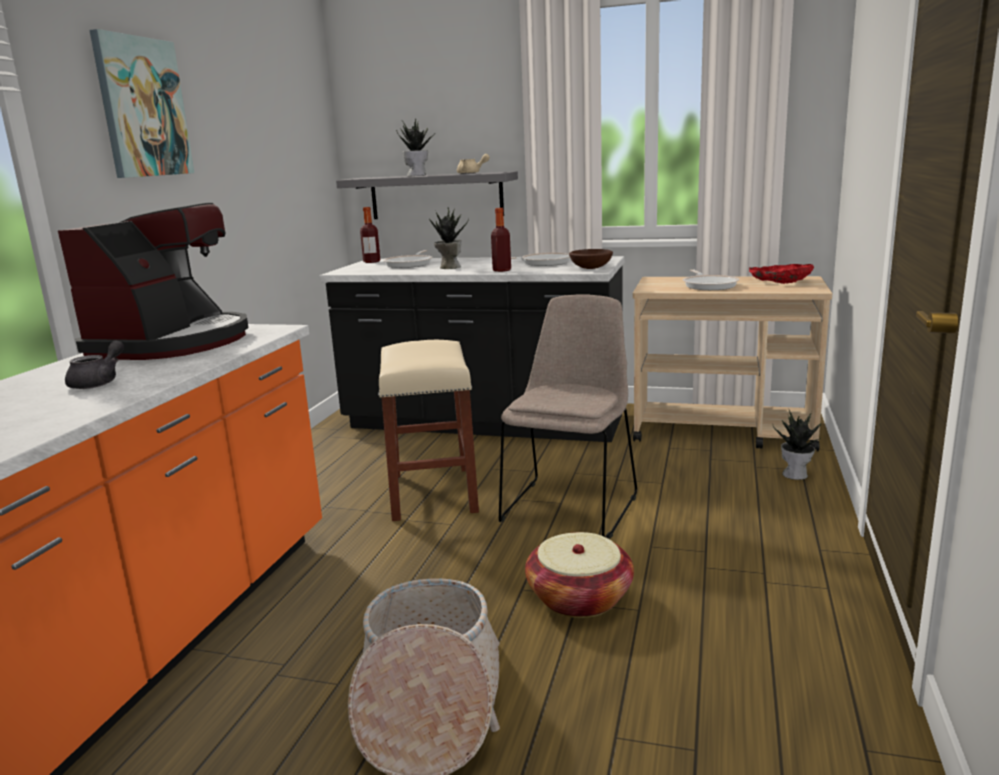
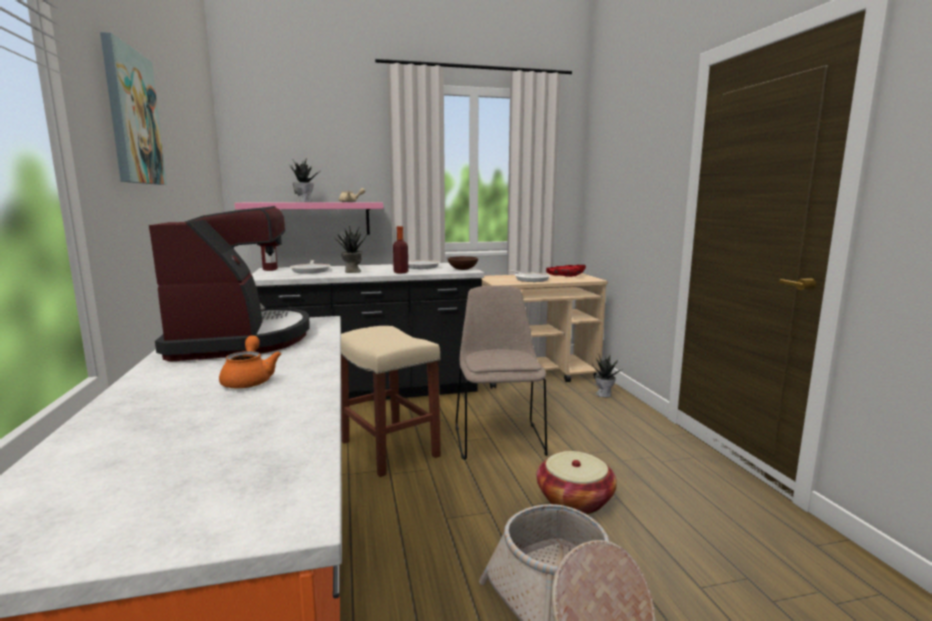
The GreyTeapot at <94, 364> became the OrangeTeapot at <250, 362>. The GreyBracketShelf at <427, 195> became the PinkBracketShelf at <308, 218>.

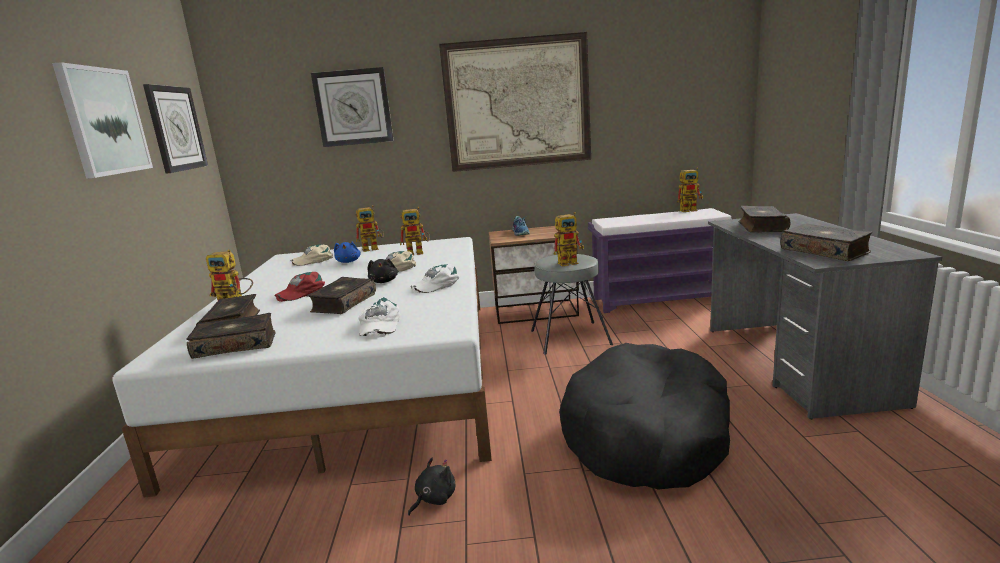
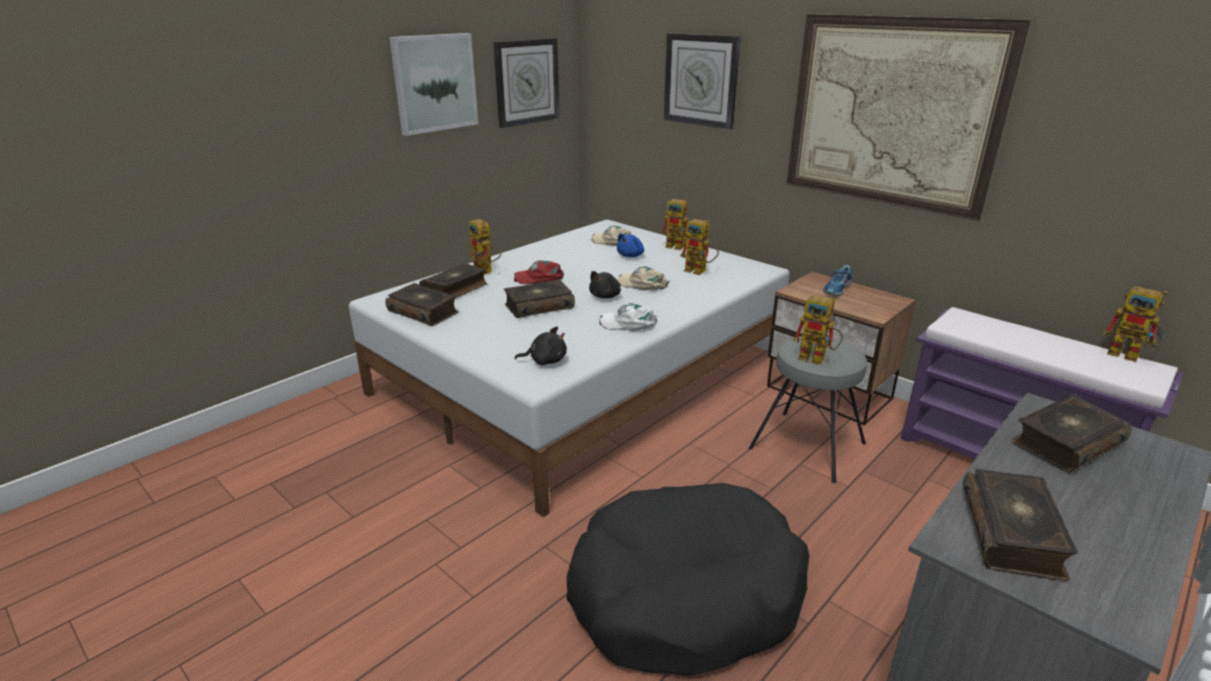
The WhiteCap at <379, 317> disappeared. The BlackColouredSoftToy moved from <431, 487> to <541, 345>.

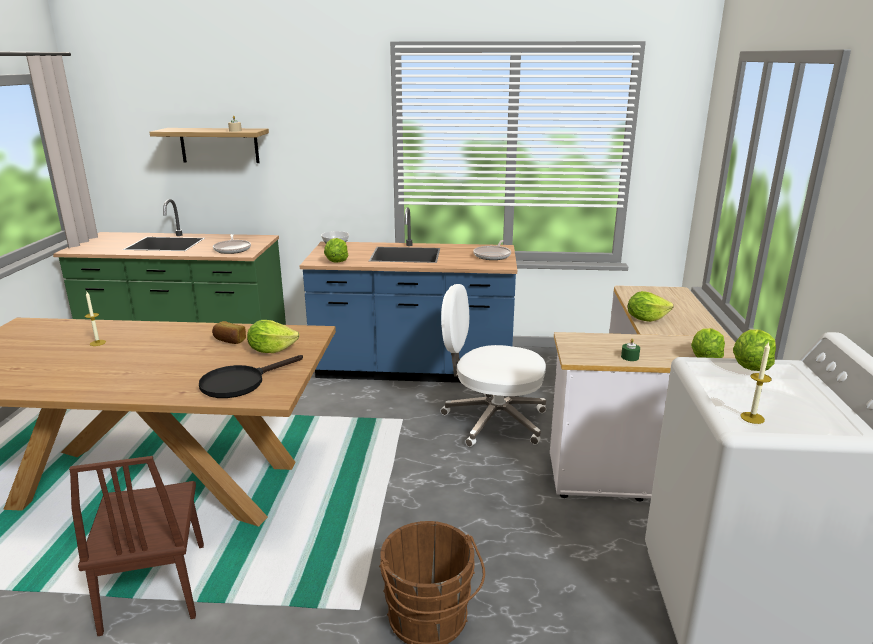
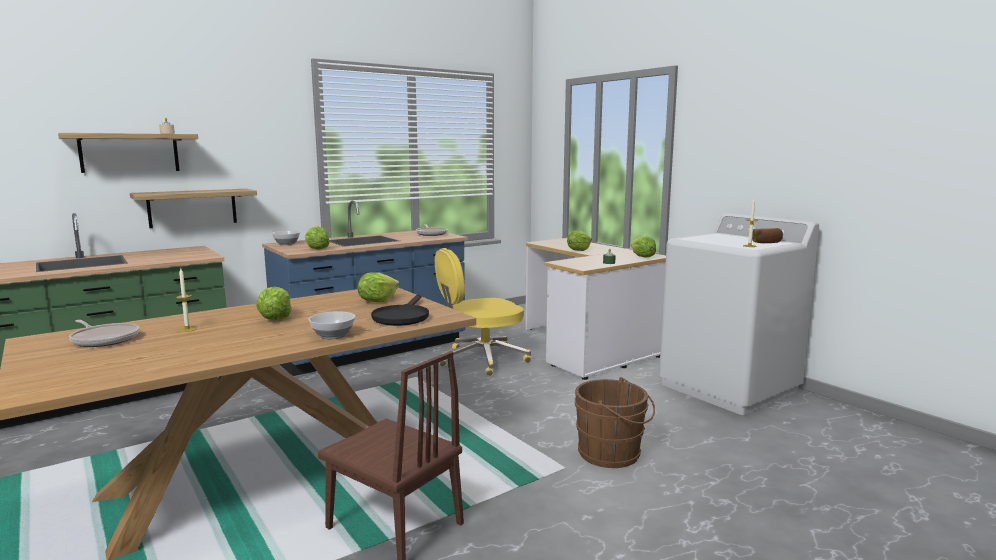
The BracketShelf at <193, 208> appeared. The ServingBowl at <331, 325> appeared. The Bread moved from <229, 332> to <767, 235>. The Pan moved from <232, 244> to <104, 333>. The Lettuce moved from <754, 350> to <274, 303>. The WhiteComputerChair at <493, 365> became the YellowColouredComputerChair at <483, 312>.

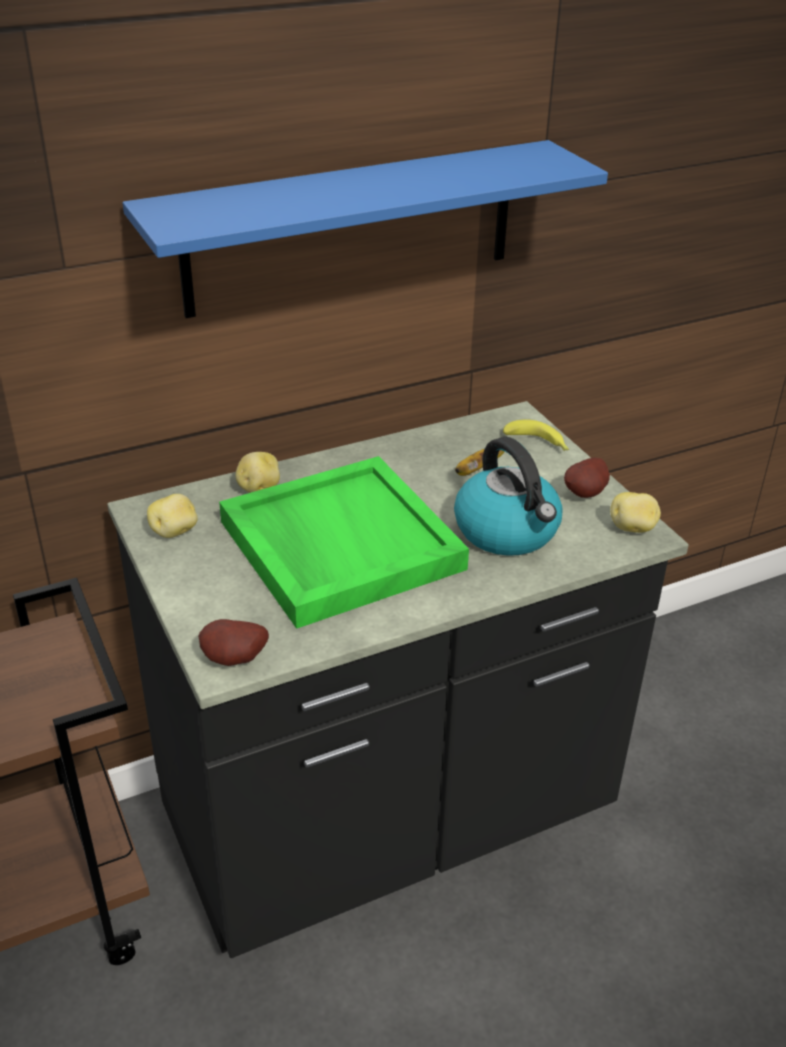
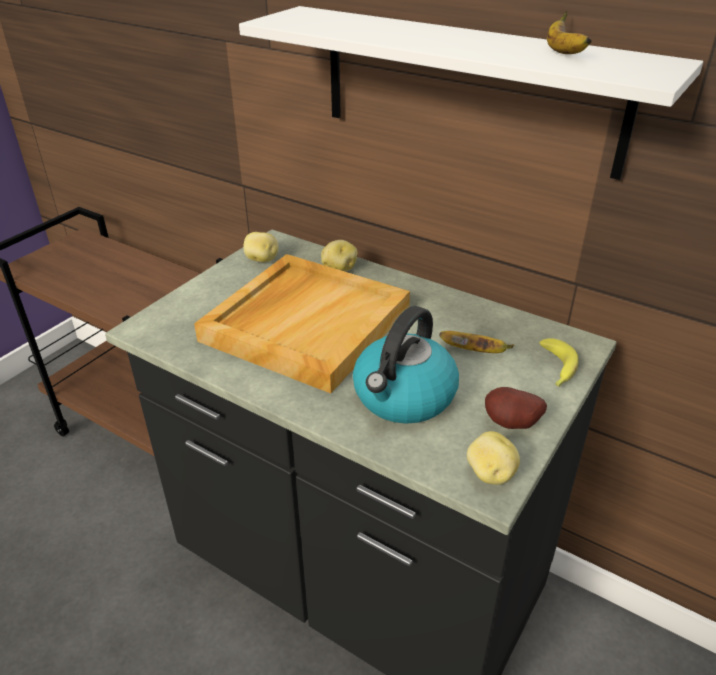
The Spud at <233, 642> disappeared. The WholeBanana at <569, 32> appeared. The BlueColouredBracketShelf at <365, 229> became the WhiteBracketShelf at <471, 93>. The GreenTray at <344, 542> became the BeigeTray at <302, 323>.

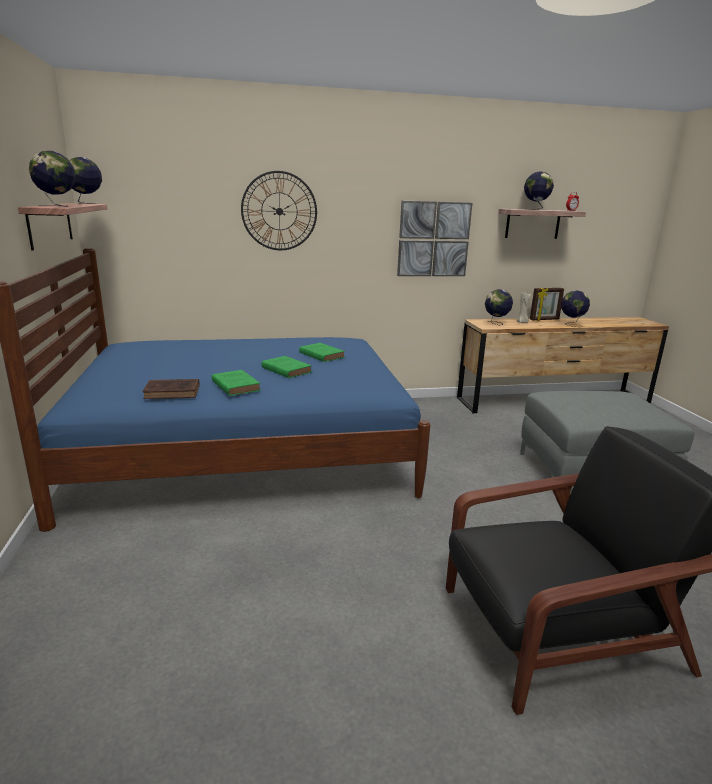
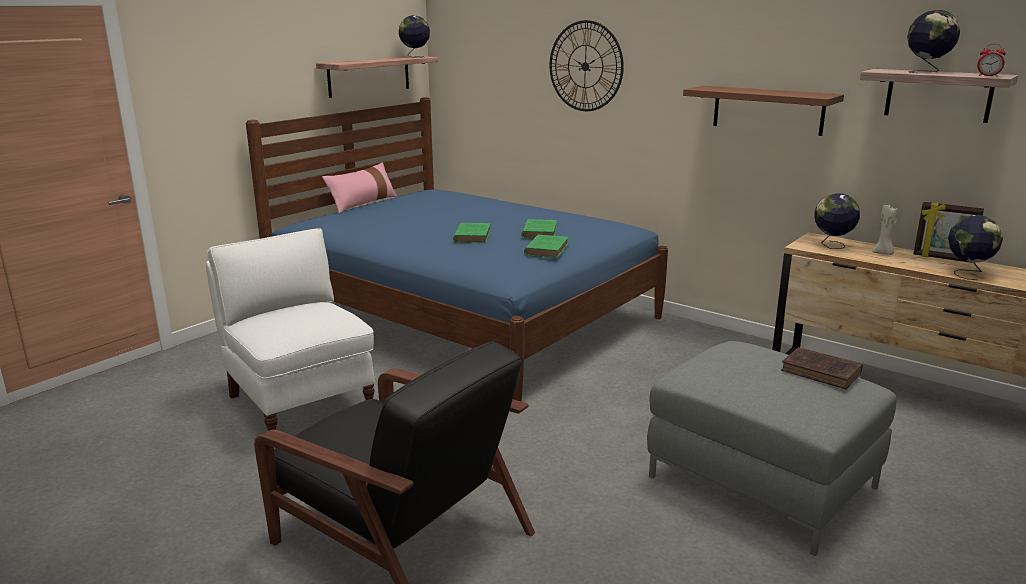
The DeskGlobe at <52, 179> disappeared. The WhiteEasyChair at <290, 330> appeared. The PinkThrowPillow at <359, 187> appeared. The BrownBook moved from <171, 389> to <822, 368>. The GreenBook moved from <236, 383> to <546, 246>. The WallArt at <434, 238> was replaced by the BrownBracketShelf at <763, 111>.

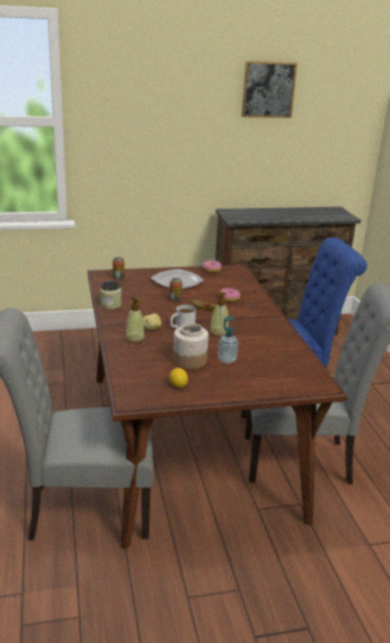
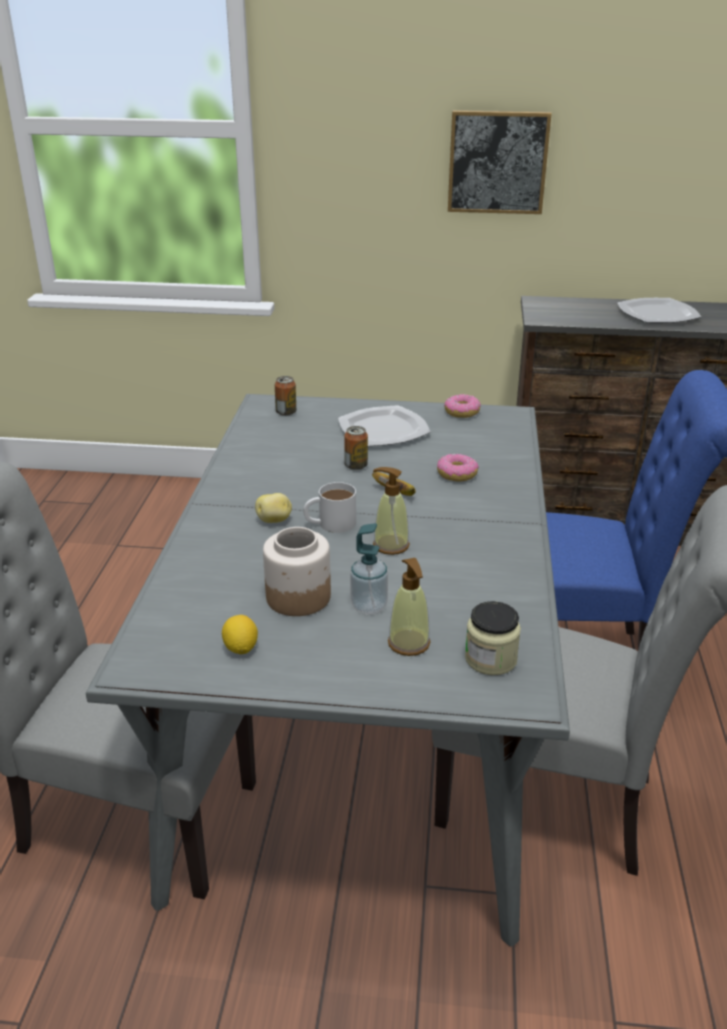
The Plate at <659, 310> appeared. The PreserveJar moved from <111, 295> to <493, 638>. The SoapBottle moved from <135, 320> to <409, 607>. The WallArt moved from <269, 89> to <500, 162>. The BrownDiningTable at <217, 407> became the GreyDiningTable at <328, 670>.

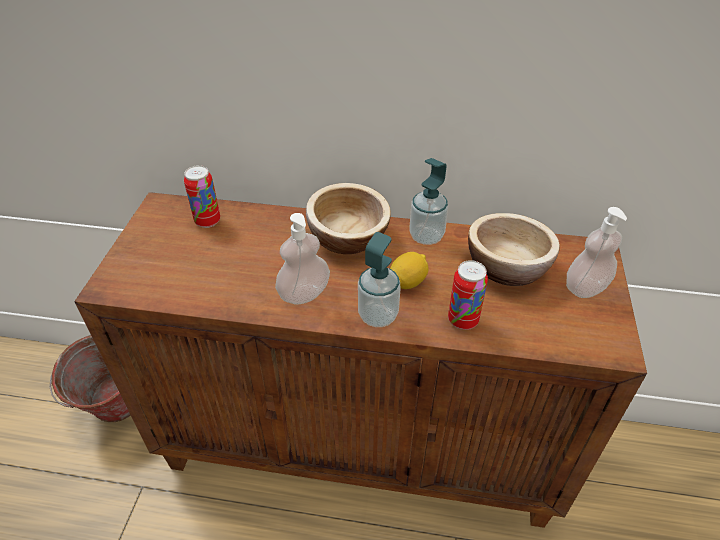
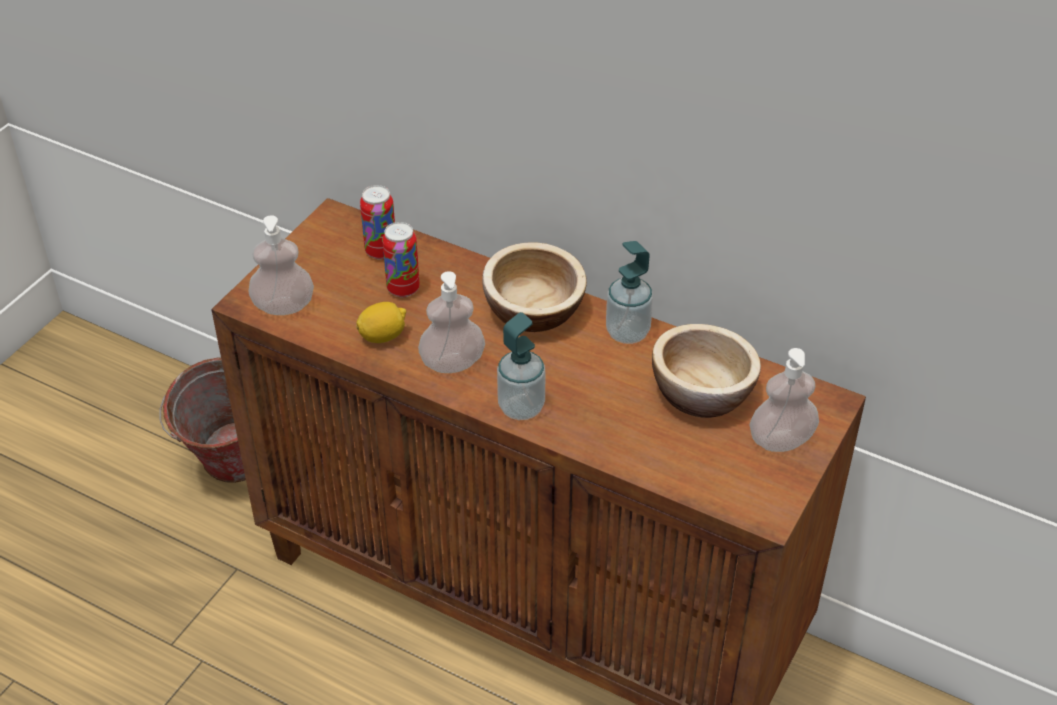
The SoapBottle at <281, 265> appeared. The WholeLemon moved from <409, 270> to <381, 322>. The MetalCan moved from <468, 295> to <401, 259>.

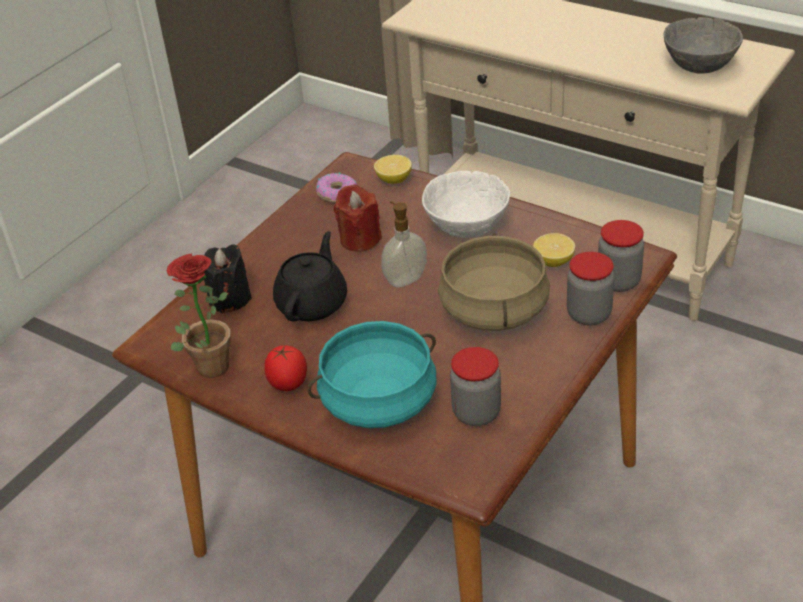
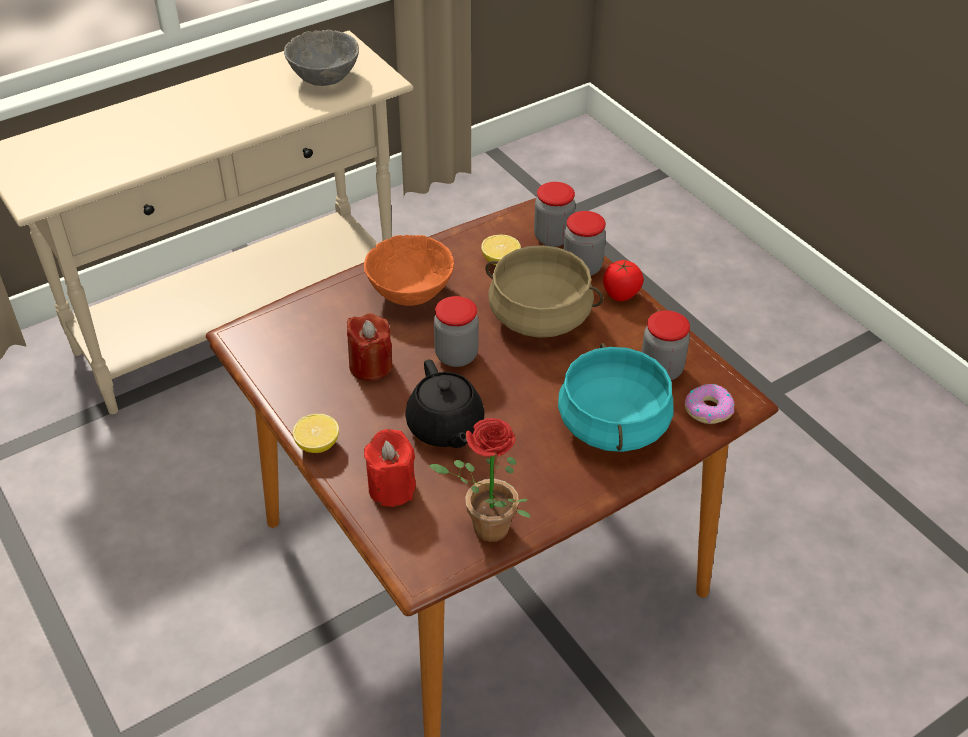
The WholeTomato moved from <285, 368> to <623, 280>. The Doughnut moved from <336, 187> to <710, 404>. The WholeLemon moved from <393, 169> to <316, 433>. The SoapBottle at <404, 244> was replaced by the PreserveJar at <456, 331>. The BlackColouredCandle at <228, 278> became the RedColouredCandle at <390, 468>. The WhiteServingBowl at <466, 204> became the OrangeServingBowl at <409, 270>. The BlackColouredTeapot at <310, 276> turned 150 degrees counterclockwise.

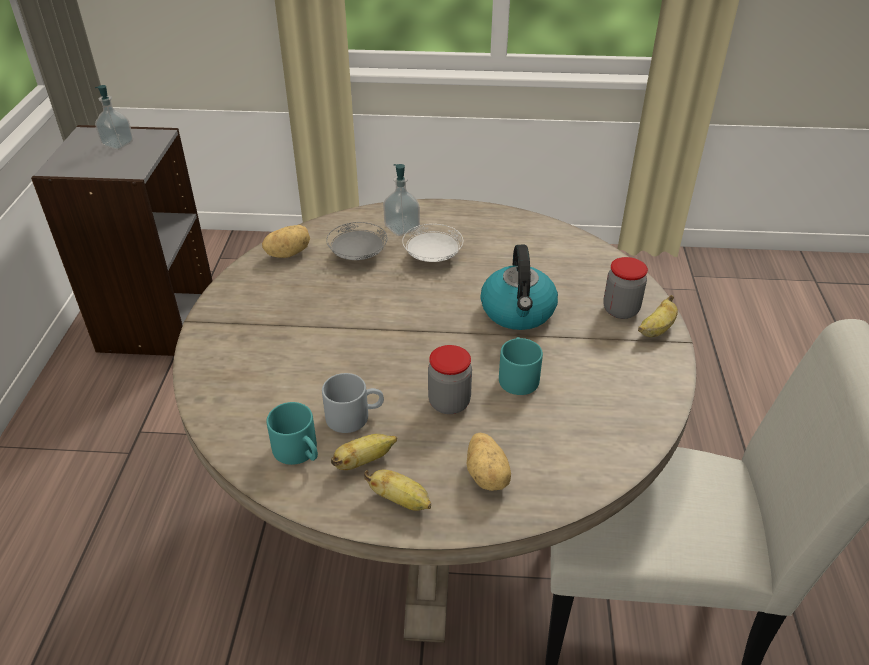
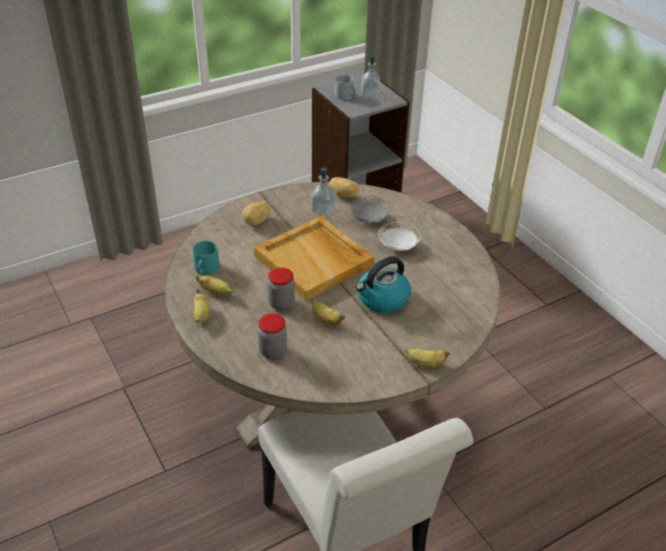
The BeigeTray at <314, 258> appeared. The GreyCoffeeMug moved from <353, 403> to <345, 87>. The SoapBottle moved from <401, 200> to <323, 191>. The Spud moved from <489, 462> to <256, 213>. The PreserveJar moved from <625, 288> to <272, 336>. The TurquoiseColouredCoffeeMug at <521, 366> was replaced by the WholeBanana at <328, 312>.

